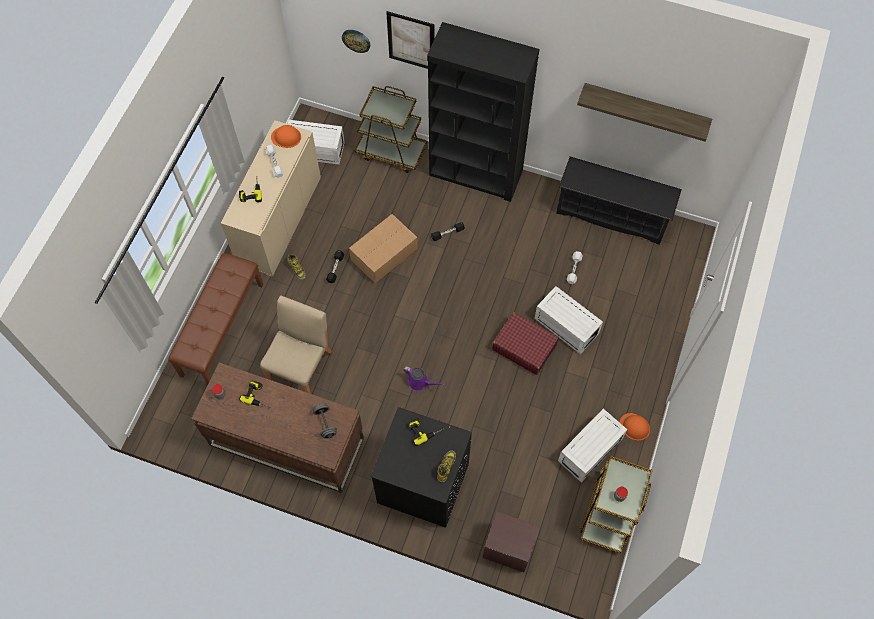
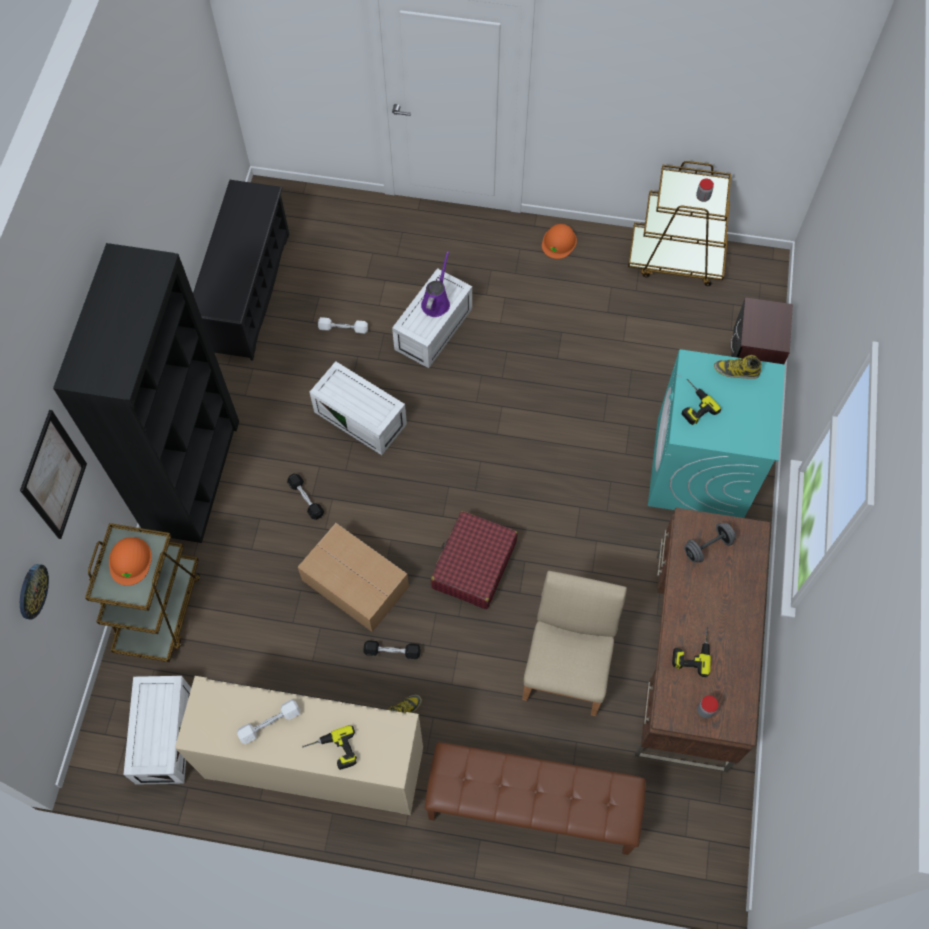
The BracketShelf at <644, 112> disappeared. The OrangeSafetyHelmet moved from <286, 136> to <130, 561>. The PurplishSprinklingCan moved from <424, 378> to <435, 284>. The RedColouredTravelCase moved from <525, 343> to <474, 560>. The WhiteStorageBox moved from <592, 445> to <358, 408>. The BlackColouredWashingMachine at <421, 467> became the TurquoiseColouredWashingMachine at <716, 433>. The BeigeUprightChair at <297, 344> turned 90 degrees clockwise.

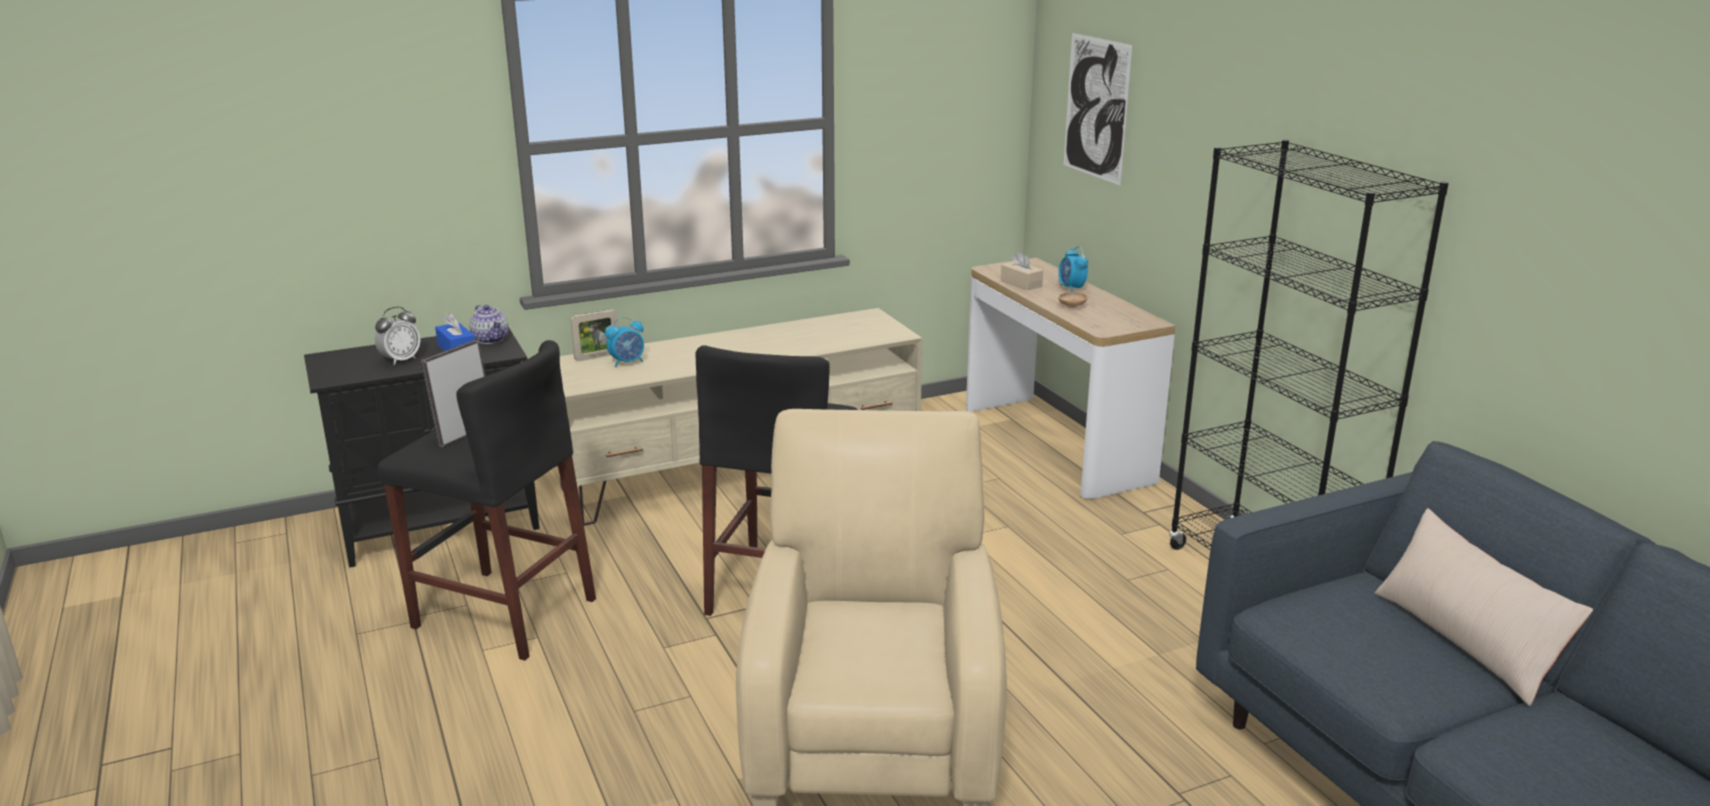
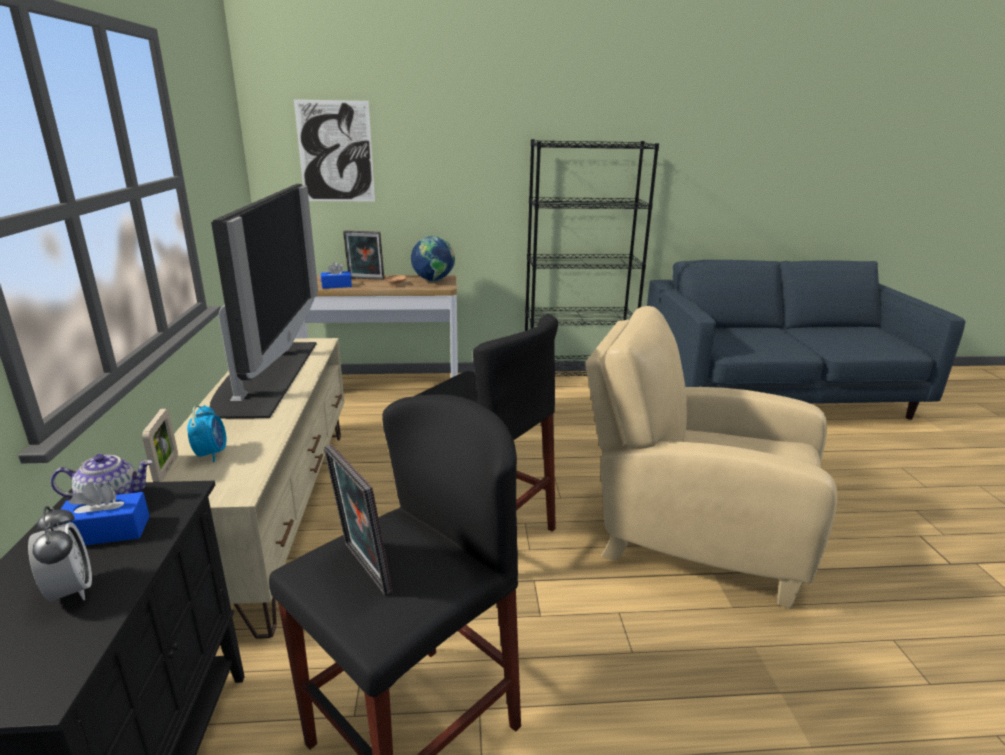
The BeigeThrowPillow at <1484, 607> disappeared. The TvSet at <264, 301> appeared. The DeskGlobe at <433, 259> appeared. The AlarmClock at <1073, 269> was replaced by the PictureFrame at <363, 255>. The BeigeTissueBox at <1022, 270> became the BlueColouredTissueBox at <336, 275>.

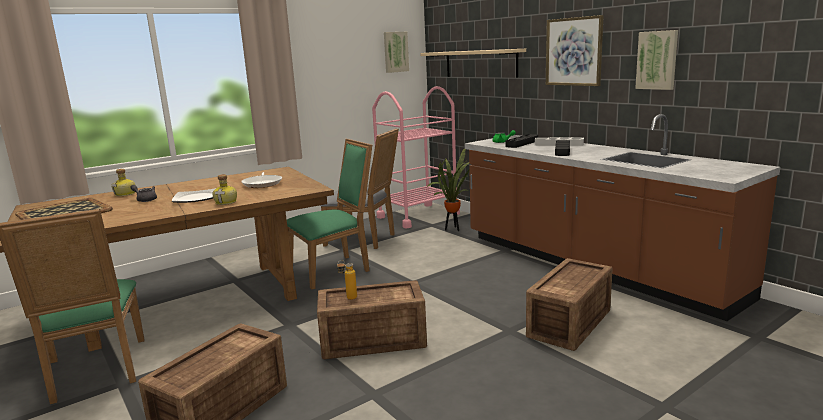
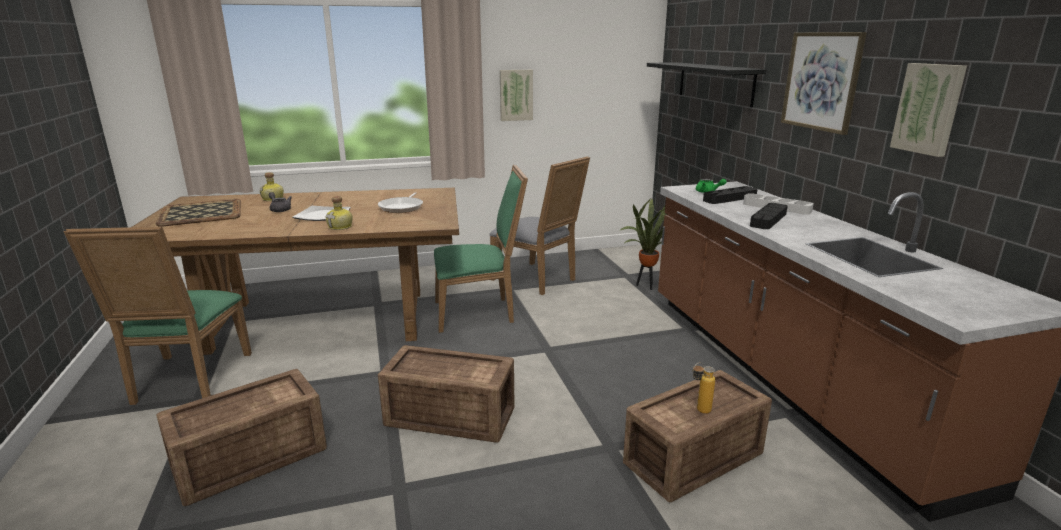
The PinkCart at <416, 157> disappeared. The DrinkBottle moved from <347, 280> to <704, 388>. The WallArt moved from <396, 52> to <516, 95>. The BeigeBracketShelf at <473, 63> became the BlackColouredBracketShelf at <707, 84>.

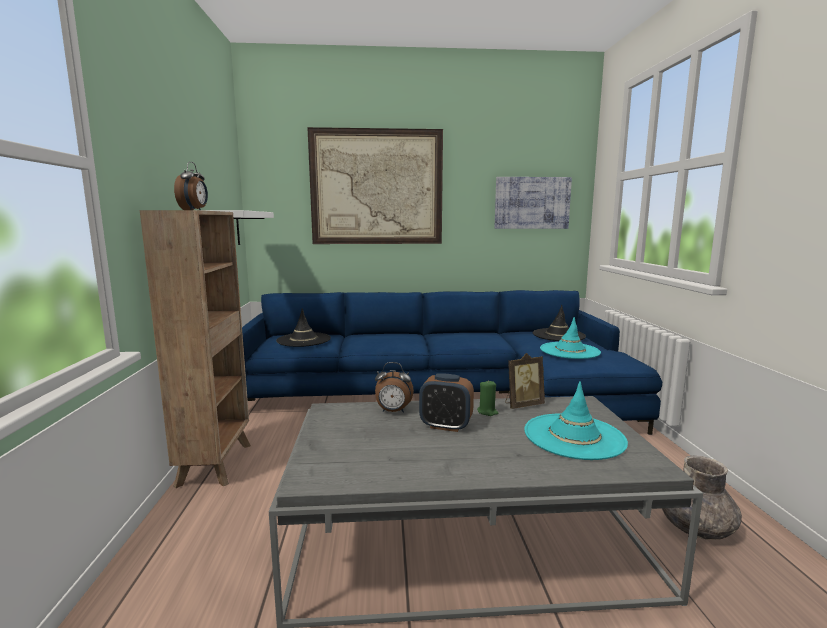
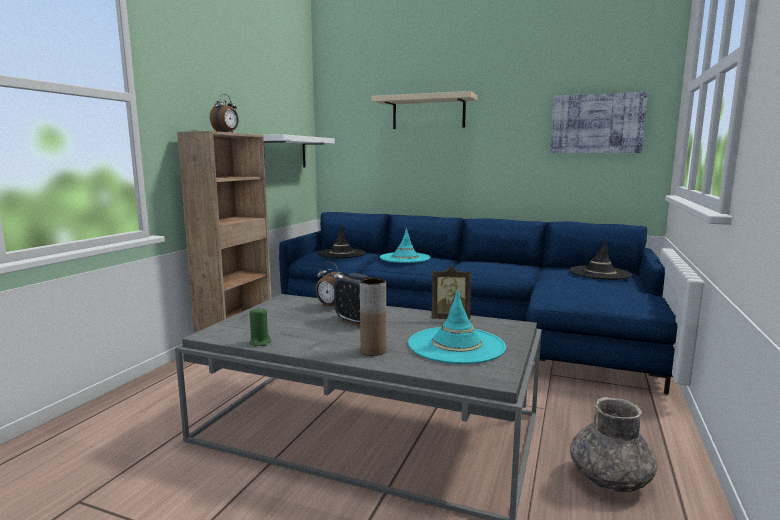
The BrownFlowerVase at <373, 317> appeared. The GreenCandle moved from <487, 398> to <260, 327>. The TurquoiseColouredHat moved from <570, 338> to <405, 245>. The WallArt at <375, 185> was replaced by the BeigeBracketShelf at <425, 110>.

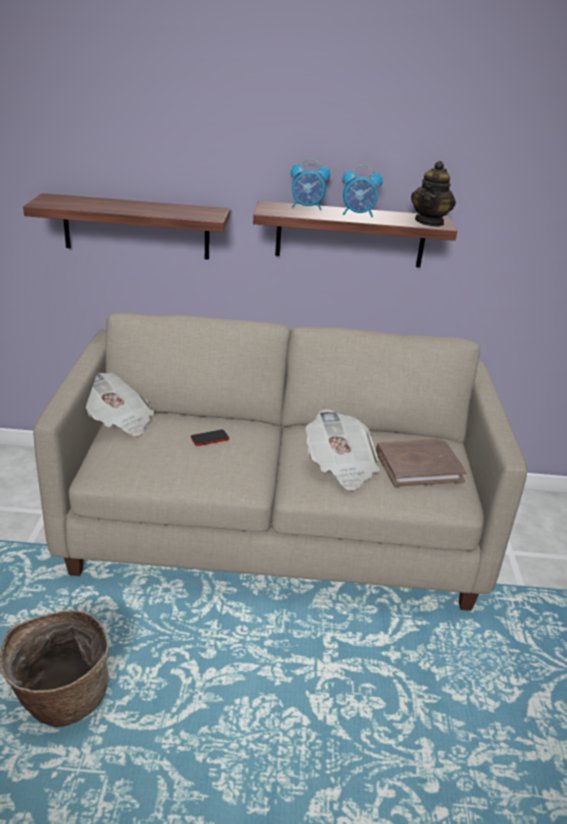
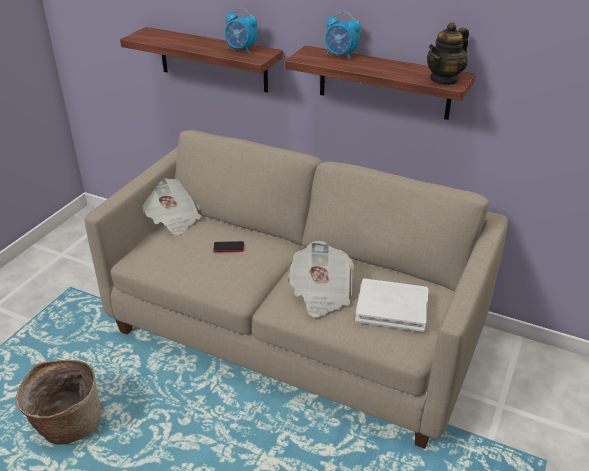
The AlarmClock moved from <362, 191> to <241, 30>. The BrownBook at <421, 463> became the WhiteBook at <392, 305>.

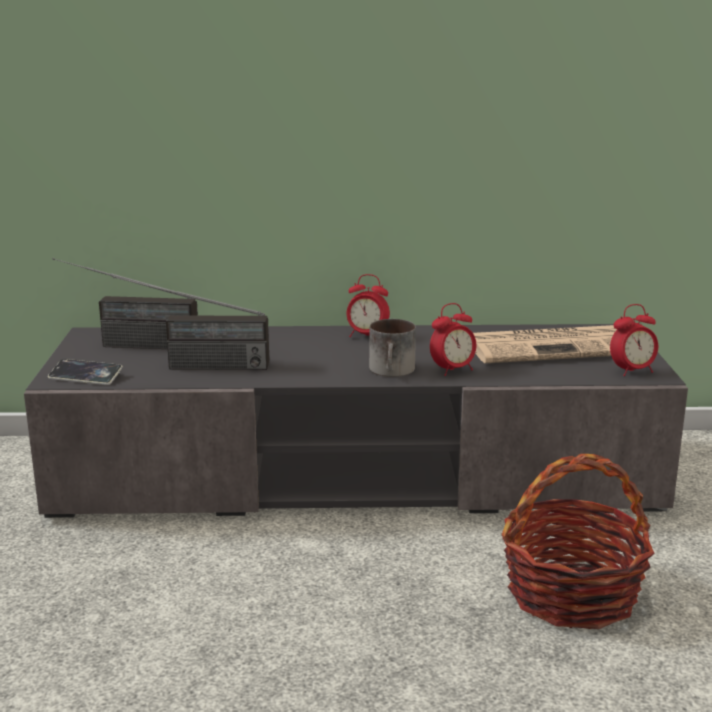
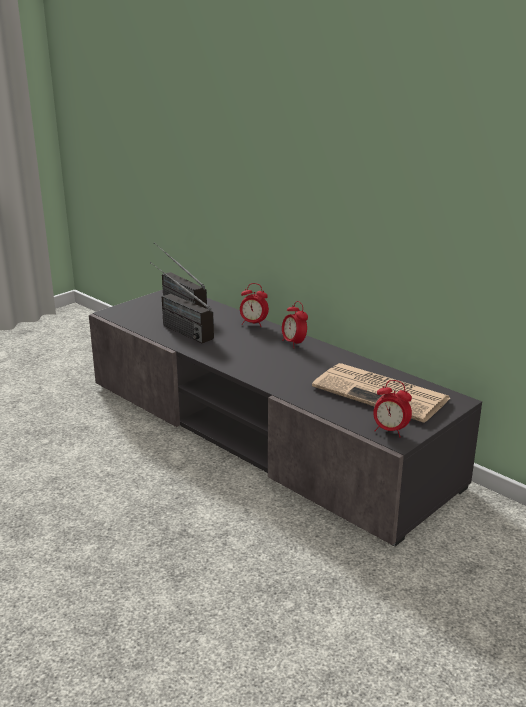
The Handset at <85, 372> disappeared. The CoffeeMug at <392, 348> disappeared. The Basket at <578, 541> disappeared. The AlarmClock moved from <453, 339> to <254, 305>.

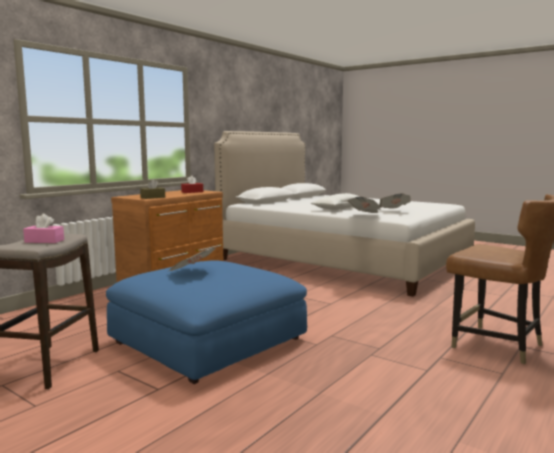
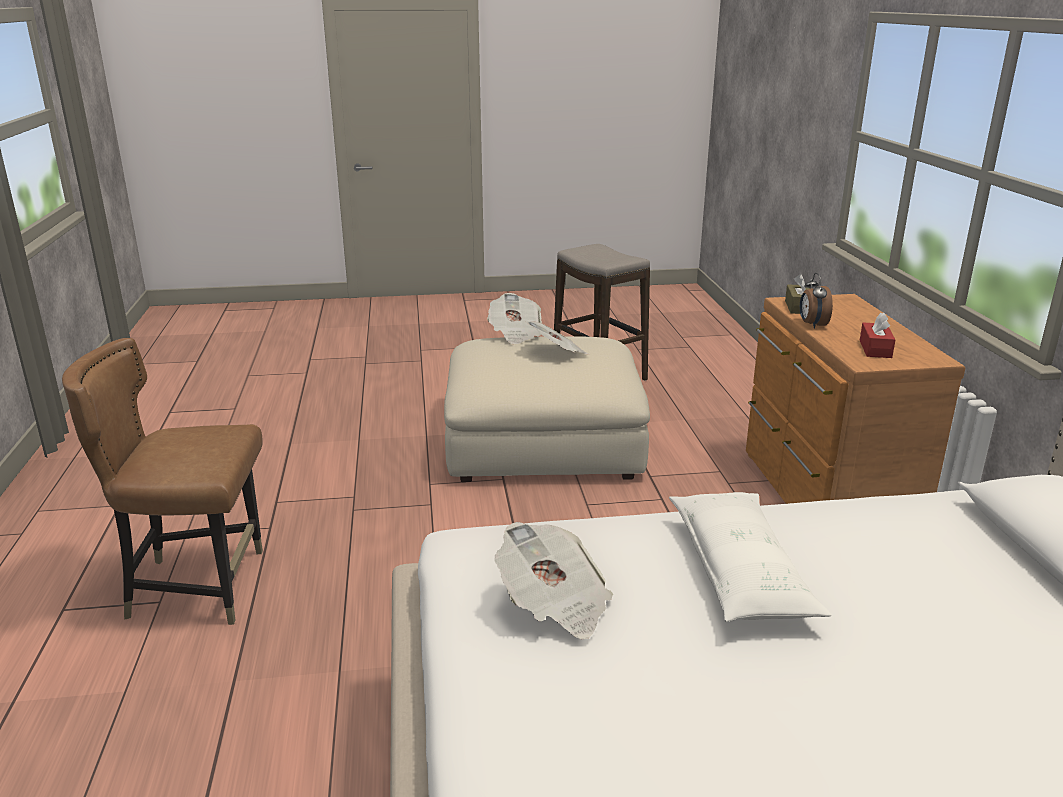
The PinkTissueBox at <43, 228> disappeared. The AlarmClock at <816, 301> appeared. The DailyPaper moved from <364, 205> to <514, 318>. The BlueColouredPouffe at <206, 322> became the BeigePouffe at <547, 409>.

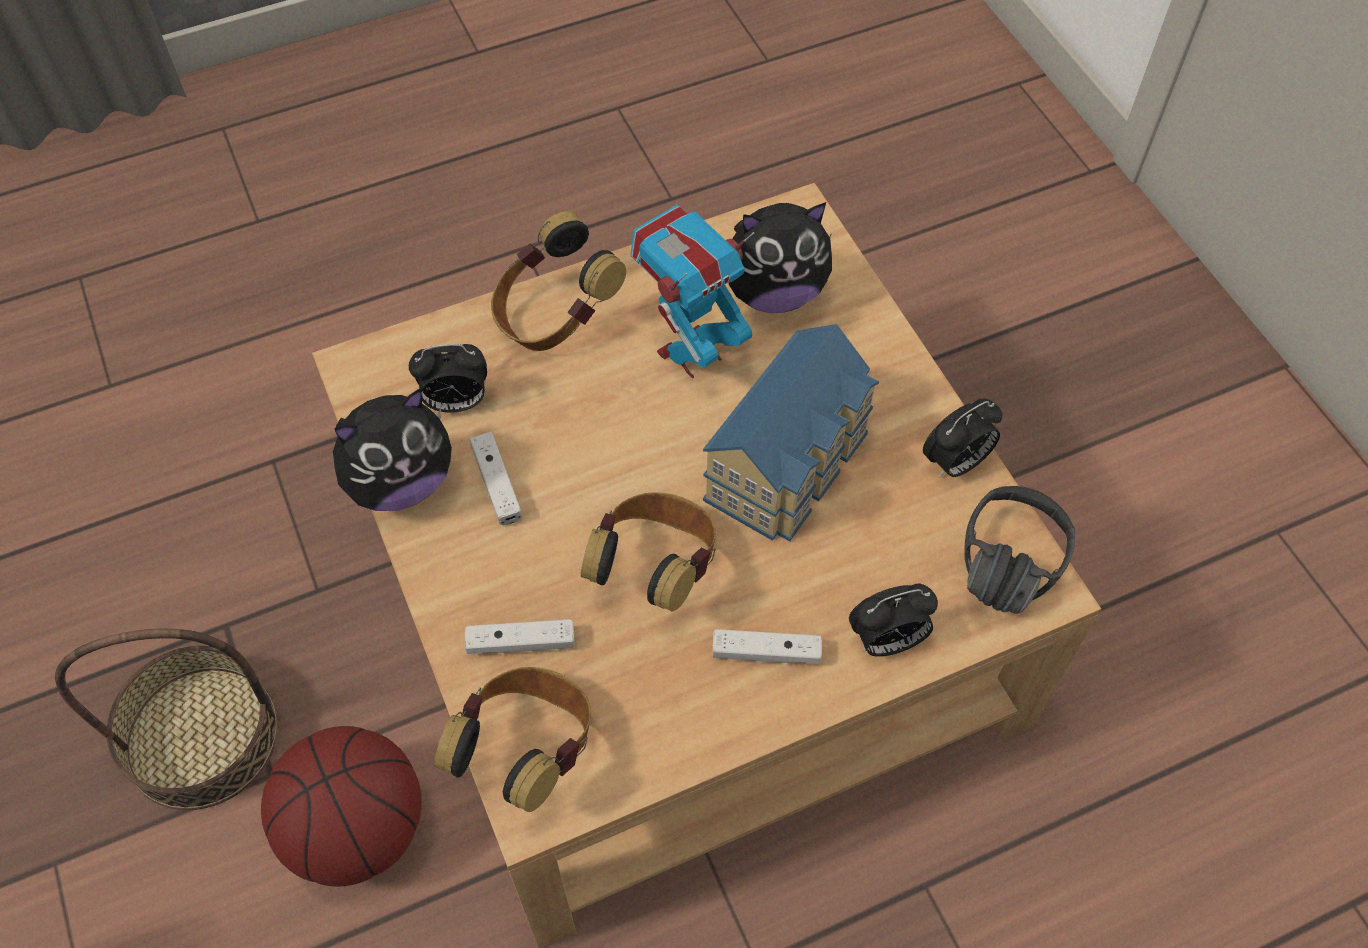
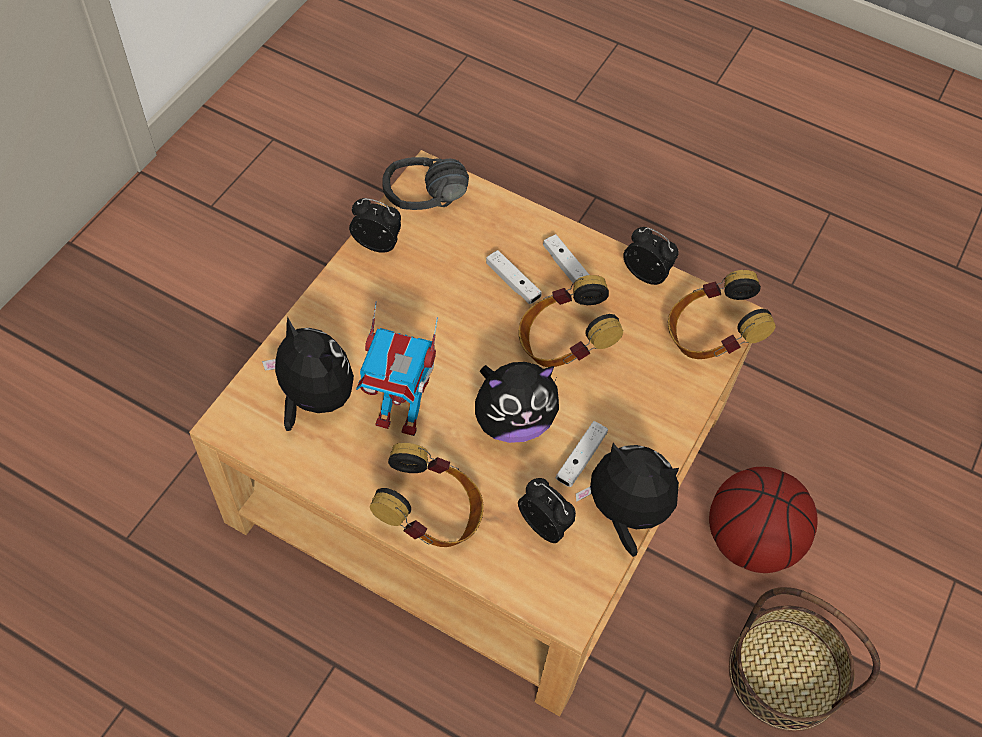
The ModelHouse at <791, 433> disappeared. The SoftToy at <517, 402> appeared. The WhiteGameController moved from <520, 636> to <514, 277>. The AlarmClock moved from <893, 620> to <651, 256>.

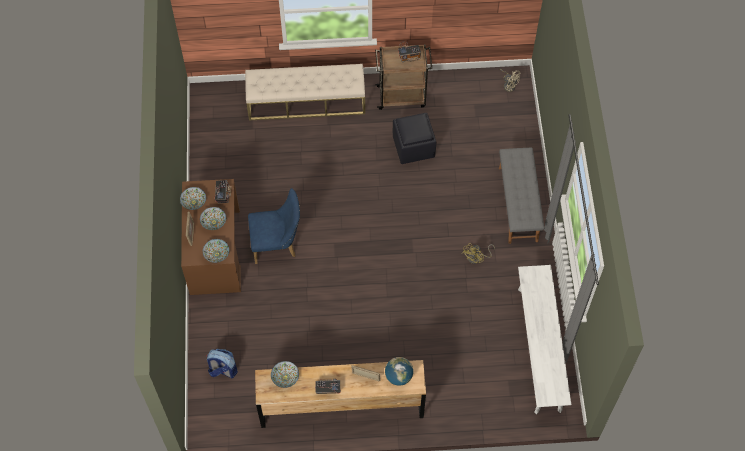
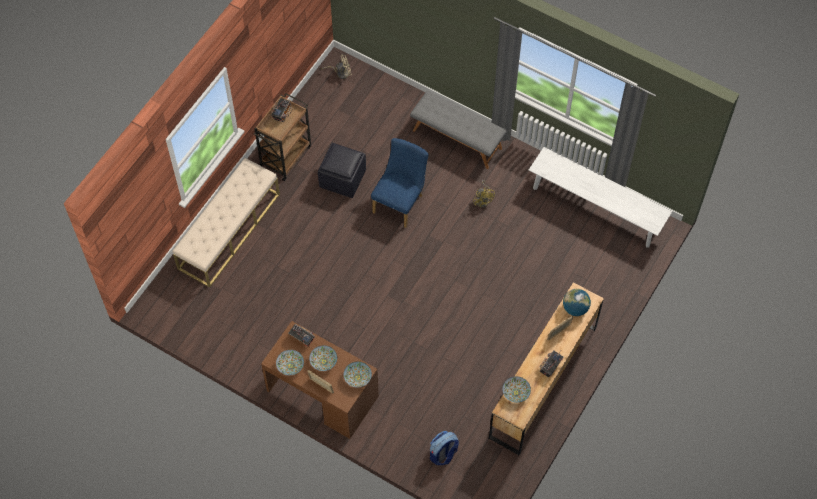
The BlueColouredUprightChair moved from <274, 226> to <400, 183>.

